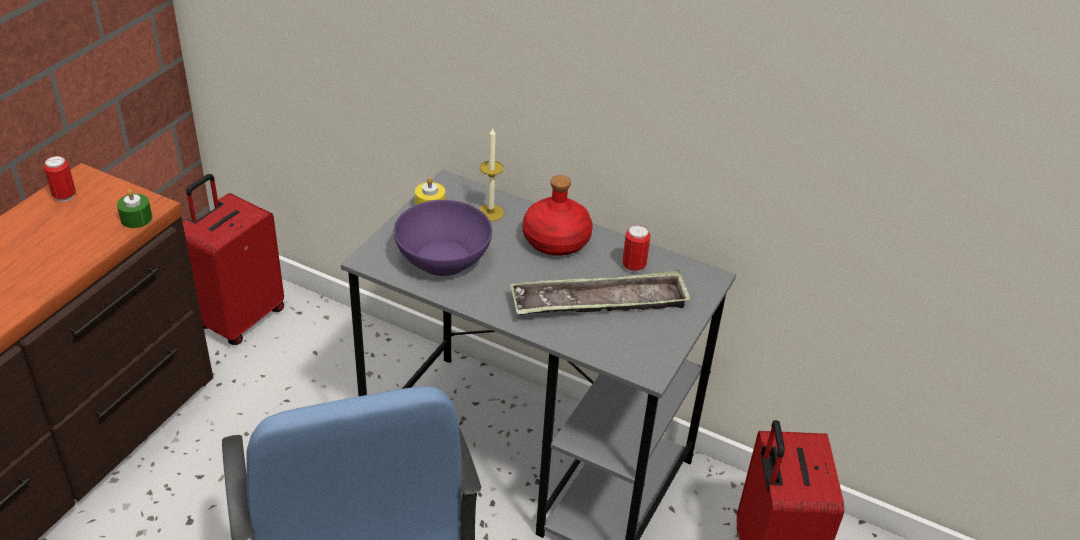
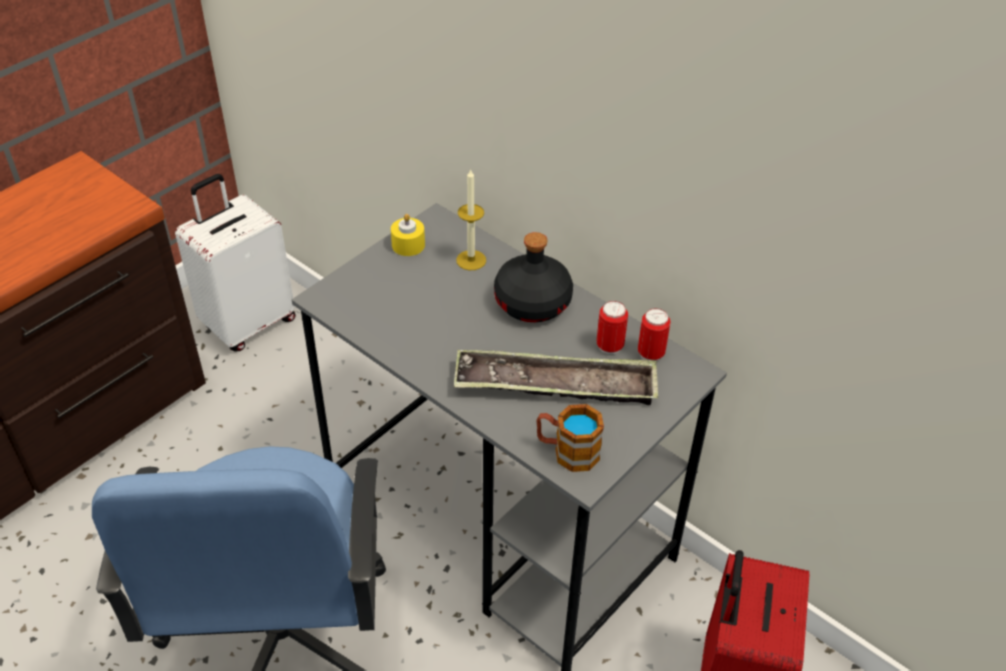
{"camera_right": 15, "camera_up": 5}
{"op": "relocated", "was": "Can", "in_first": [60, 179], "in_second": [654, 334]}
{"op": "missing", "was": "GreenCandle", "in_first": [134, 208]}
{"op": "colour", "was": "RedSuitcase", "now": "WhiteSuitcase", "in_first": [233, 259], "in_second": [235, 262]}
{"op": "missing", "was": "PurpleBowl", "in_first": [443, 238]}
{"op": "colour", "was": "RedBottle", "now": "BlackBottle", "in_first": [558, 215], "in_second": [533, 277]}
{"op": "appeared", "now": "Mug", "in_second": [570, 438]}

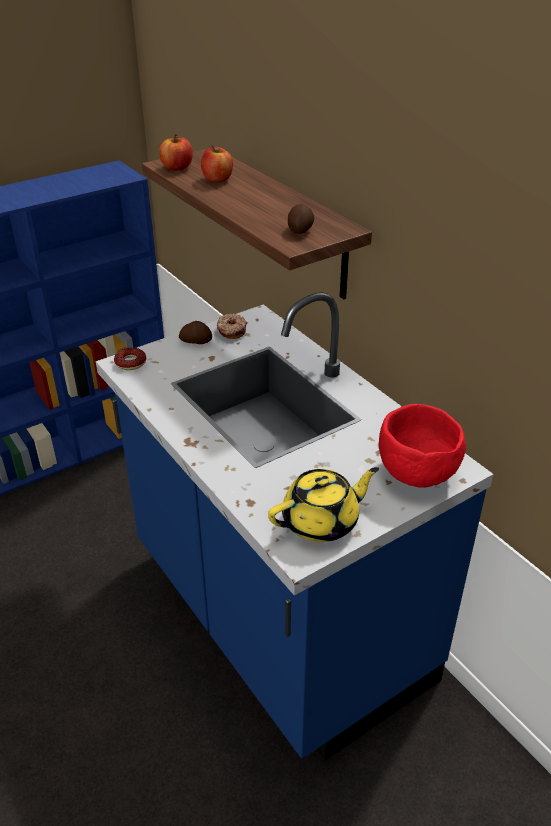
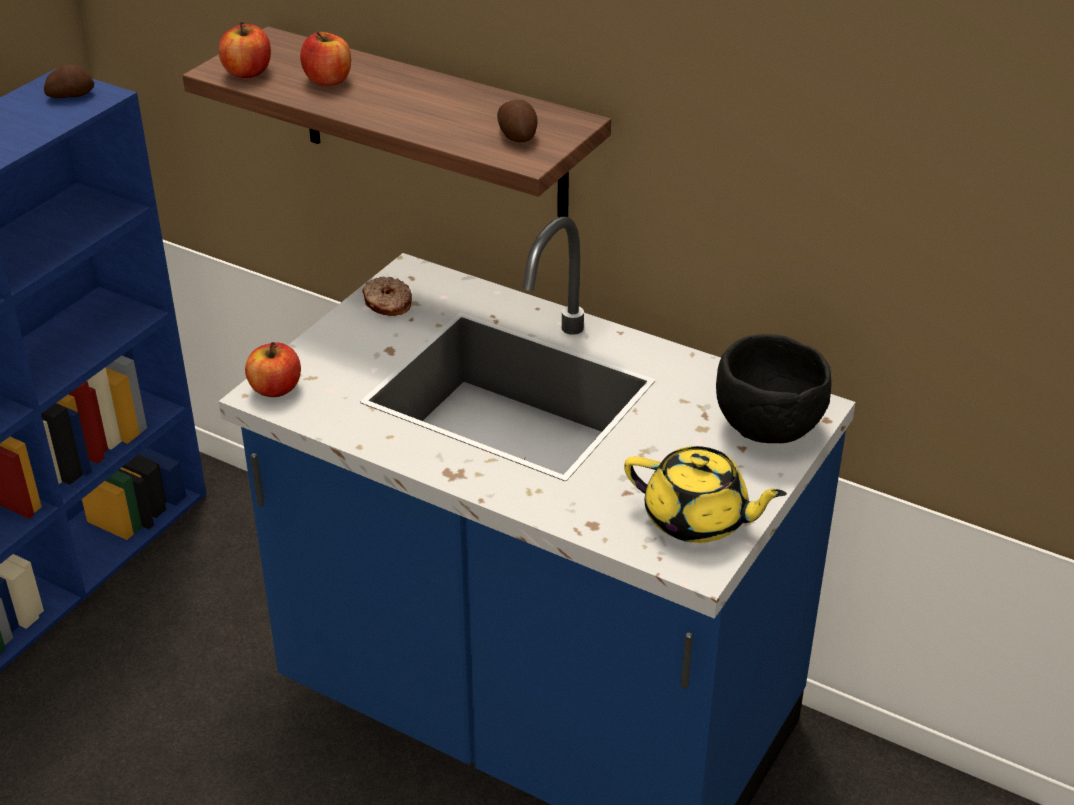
{"camera_right": -25, "camera_up": 0}
{"op": "exchanged", "was": "Donut", "now": "Apple", "in_first": [130, 359], "in_second": [273, 369]}
{"op": "relocated", "was": "Potato", "in_first": [195, 332], "in_second": [69, 81]}
{"op": "spun", "was": "YellowTeapot", "in_first": [323, 504], "in_second": [705, 494], "clockwise": 75}
{"op": "colour", "was": "RedBowl", "now": "BlackBowl", "in_first": [422, 446], "in_second": [774, 388]}

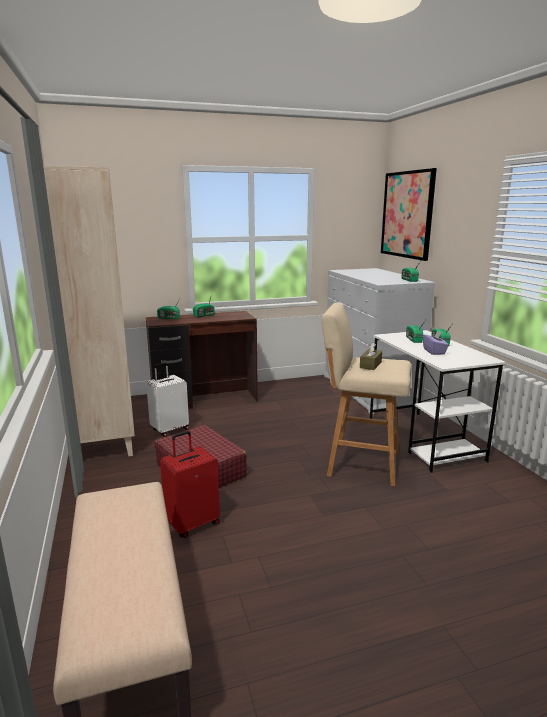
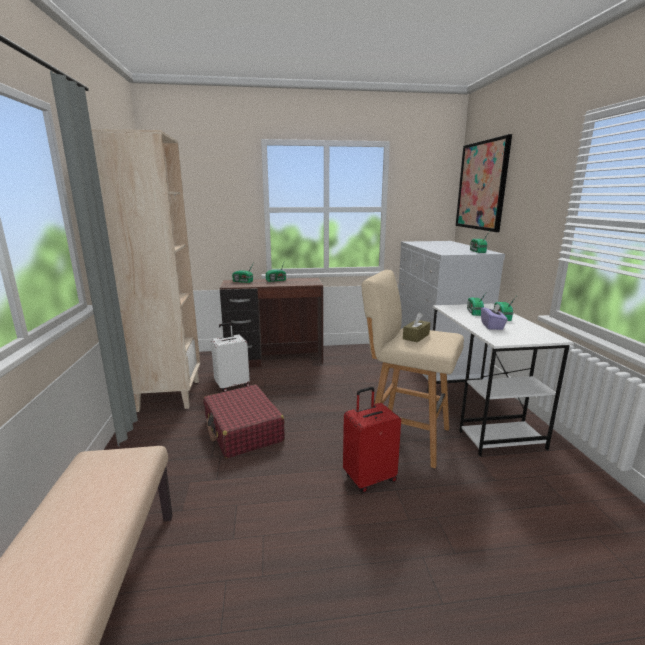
{"camera_right": 10, "camera_up": 0}
{"op": "relocated", "was": "RedSuitcase", "in_first": [190, 484], "in_second": [372, 439]}

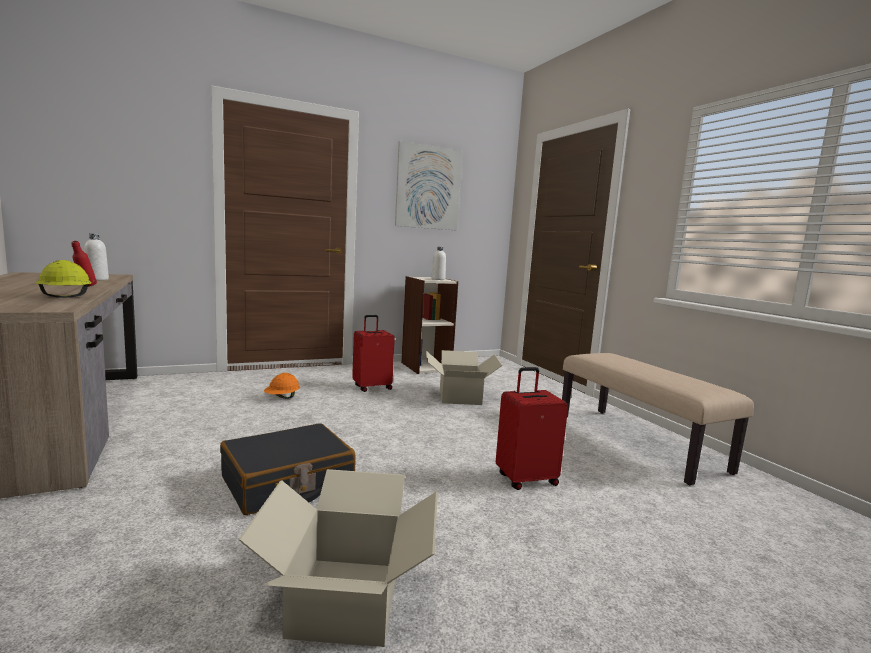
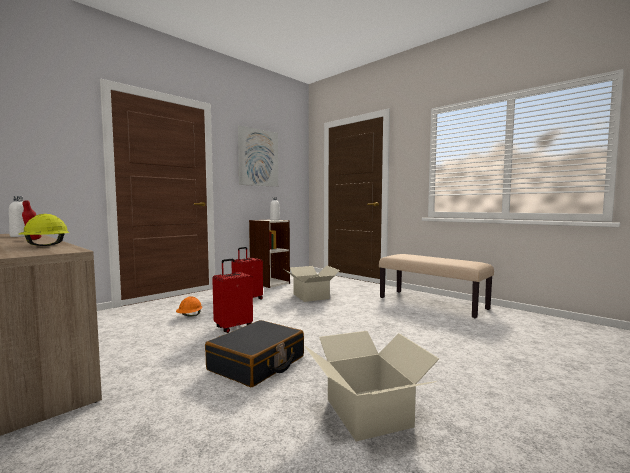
{"camera_right": -20, "camera_up": -5}
{"op": "relocated", "was": "RedSuitcase", "in_first": [532, 428], "in_second": [232, 296]}

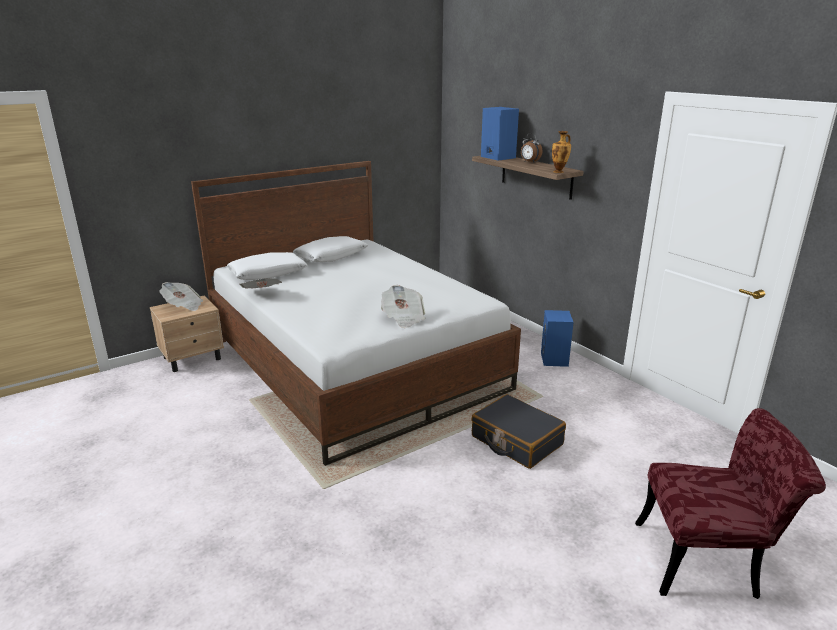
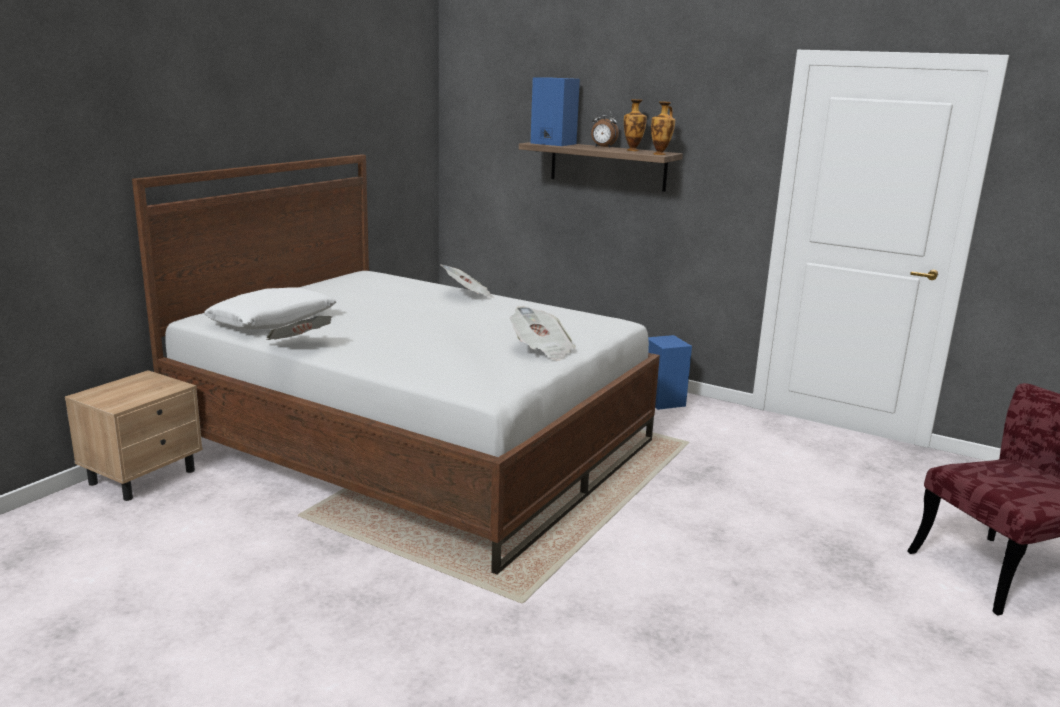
{"camera_right": -25, "camera_up": -5}
{"op": "relocated", "was": "Newspaper", "in_first": [181, 296], "in_second": [467, 281]}
{"op": "missing", "was": "WhitePillow", "in_first": [330, 249]}
{"op": "missing", "was": "BlackSuitcase", "in_first": [518, 431]}
{"op": "appeared", "now": "Vase", "in_second": [635, 125]}

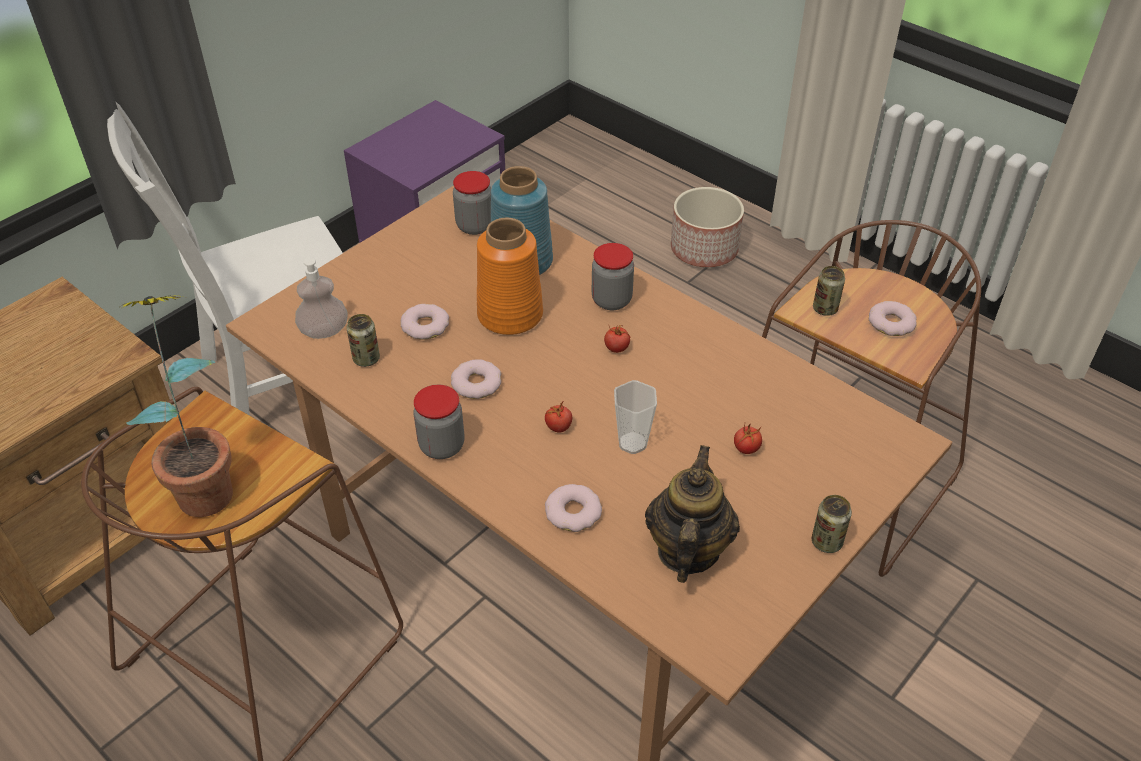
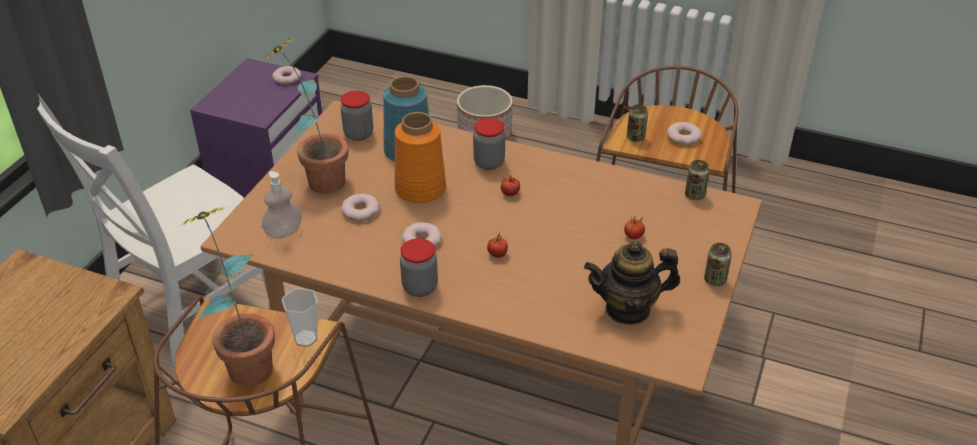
{"camera_right": -20, "camera_up": -5}
{"op": "relocated", "was": "Can", "in_first": [363, 340], "in_second": [697, 180]}
{"op": "relocated", "was": "Donut", "in_first": [573, 508], "in_second": [286, 75]}
{"op": "relocated", "was": "Cup", "in_first": [635, 417], "in_second": [300, 317]}
{"op": "spun", "was": "Teapot", "in_first": [692, 514], "in_second": [632, 283], "clockwise": -90}
{"op": "appeared", "now": "PottedPlant", "in_second": [303, 116]}

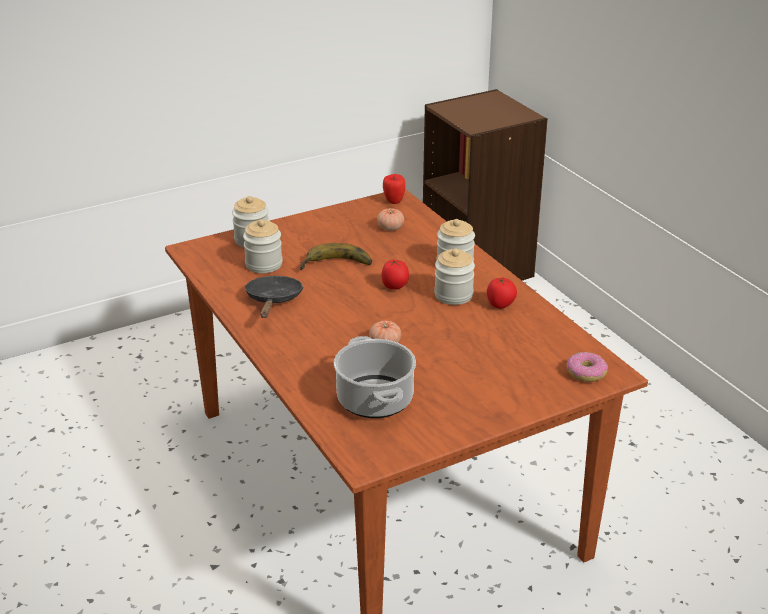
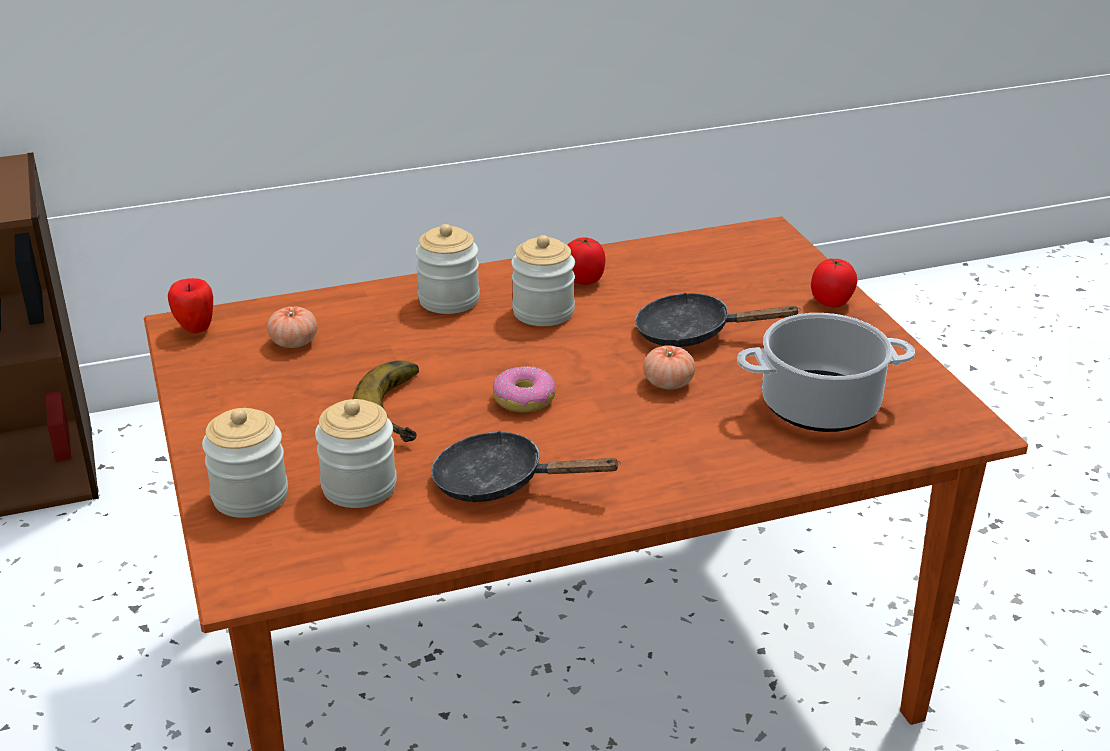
{"camera_right": -80, "camera_up": 0}
{"op": "relocated", "was": "Tomato", "in_first": [395, 274], "in_second": [834, 283]}
{"op": "relocated", "was": "Donut", "in_first": [587, 367], "in_second": [524, 389]}
{"op": "appeared", "now": "BlackFryingPan", "in_second": [718, 320]}

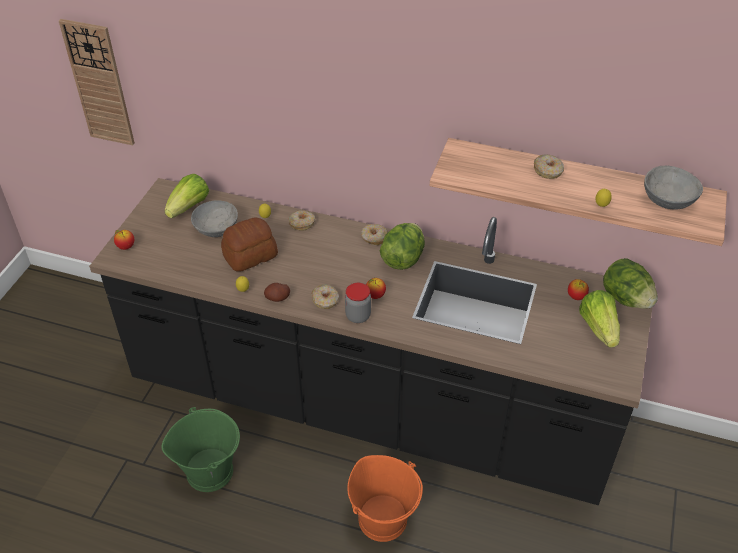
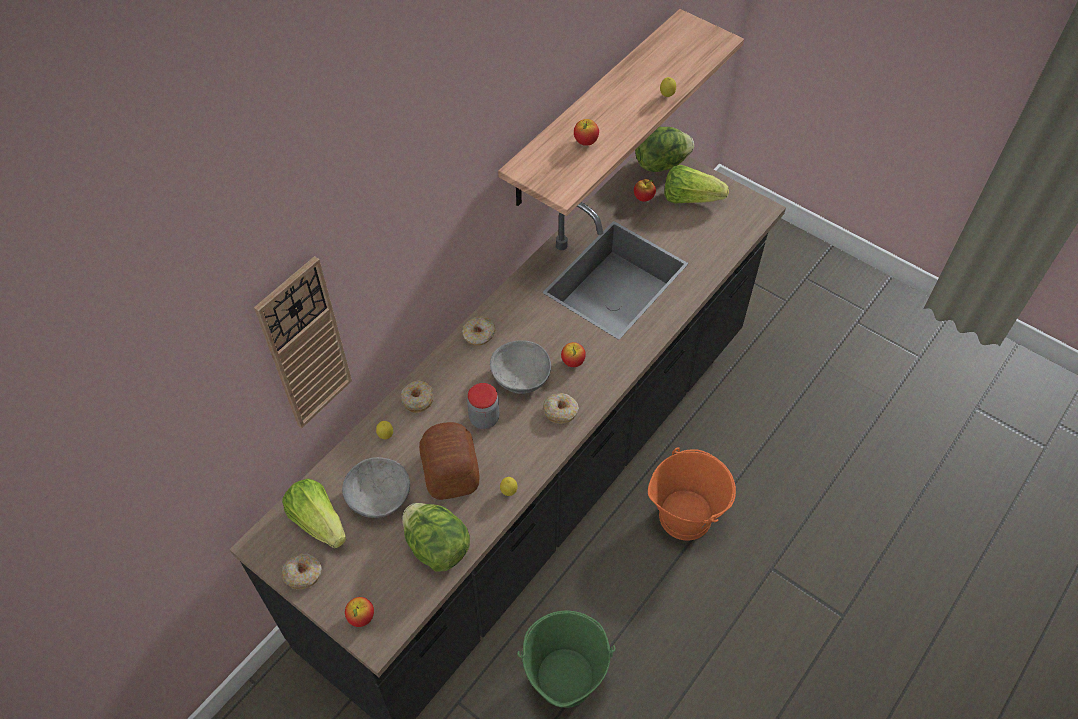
{"camera_right": -70, "camera_up": 10}
{"op": "relocated", "was": "WallClock", "in_first": [97, 82], "in_second": [303, 342]}
{"op": "missing", "was": "Potato", "in_first": [277, 292]}
{"op": "relocated", "was": "Jar", "in_first": [358, 303], "in_second": [483, 406]}
{"op": "relocated", "was": "Lettuce", "in_first": [402, 246], "in_second": [436, 537]}
{"op": "relocated", "was": "Donut", "in_first": [549, 166], "in_second": [302, 571]}
{"op": "relocated", "was": "GreyBowl", "in_first": [673, 188], "in_second": [520, 367]}
{"op": "appeared", "now": "Apple", "in_second": [586, 132]}

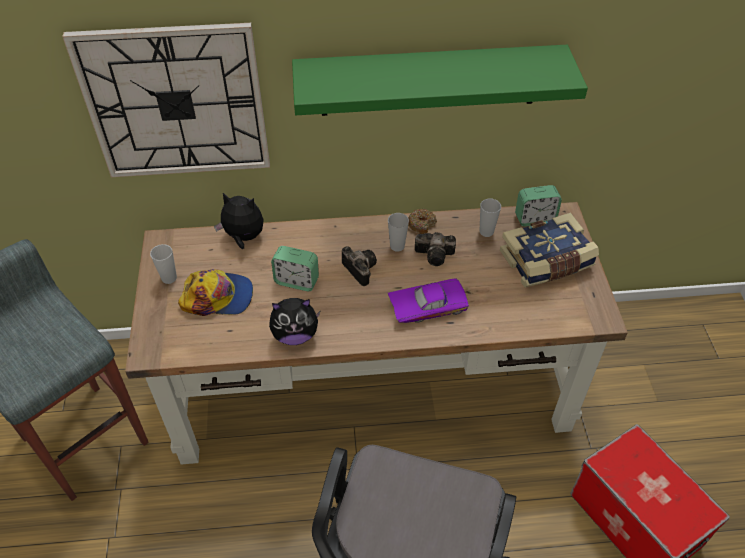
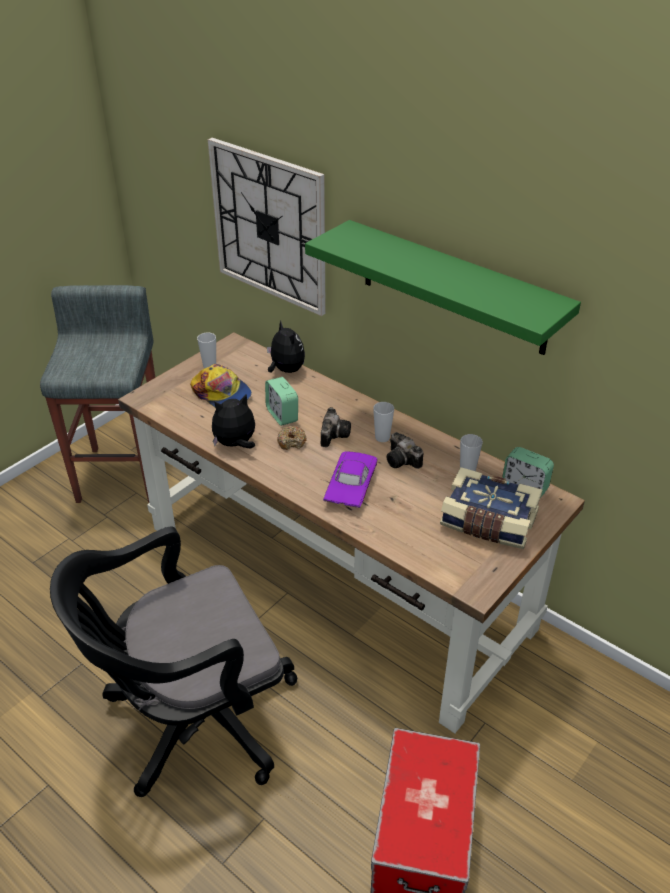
{"camera_right": 45, "camera_up": -10}
{"op": "spun", "was": "PlushToy", "in_first": [295, 321], "in_second": [233, 421], "clockwise": 120}
{"op": "spun", "was": "PurpleToyCar", "in_first": [428, 301], "in_second": [350, 479], "clockwise": -105}
{"op": "relocated", "was": "Donut", "in_first": [422, 221], "in_second": [292, 438]}

